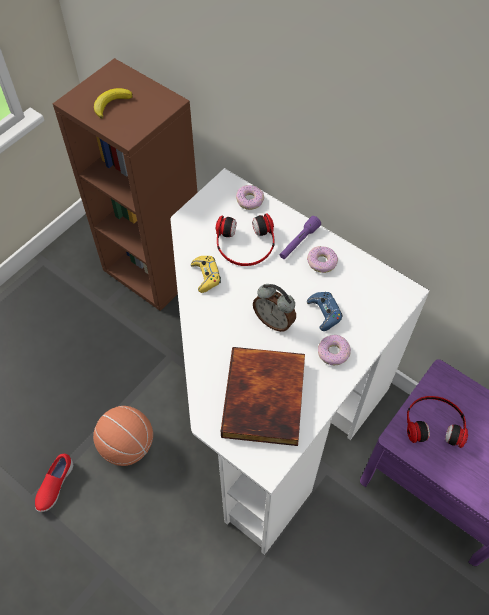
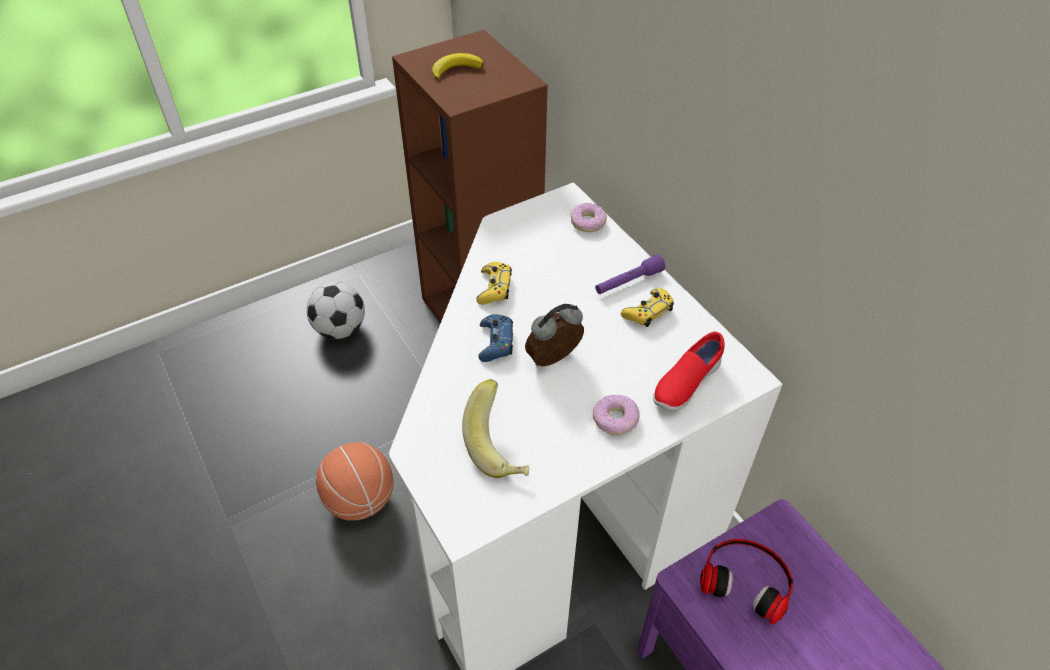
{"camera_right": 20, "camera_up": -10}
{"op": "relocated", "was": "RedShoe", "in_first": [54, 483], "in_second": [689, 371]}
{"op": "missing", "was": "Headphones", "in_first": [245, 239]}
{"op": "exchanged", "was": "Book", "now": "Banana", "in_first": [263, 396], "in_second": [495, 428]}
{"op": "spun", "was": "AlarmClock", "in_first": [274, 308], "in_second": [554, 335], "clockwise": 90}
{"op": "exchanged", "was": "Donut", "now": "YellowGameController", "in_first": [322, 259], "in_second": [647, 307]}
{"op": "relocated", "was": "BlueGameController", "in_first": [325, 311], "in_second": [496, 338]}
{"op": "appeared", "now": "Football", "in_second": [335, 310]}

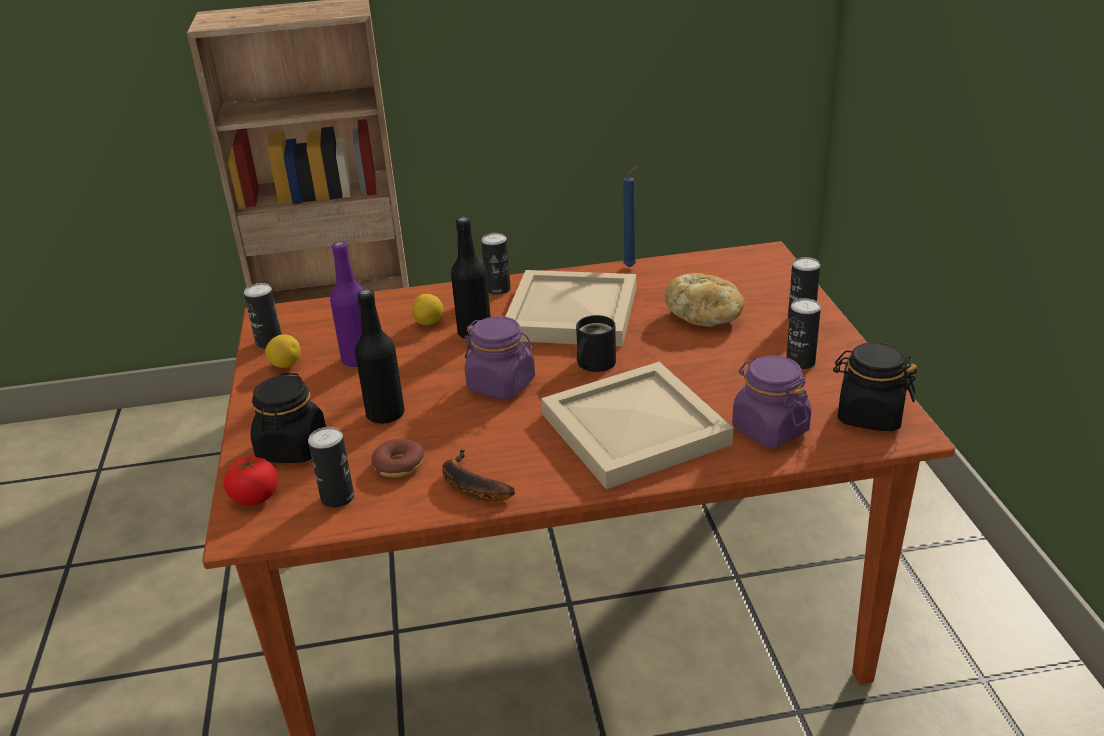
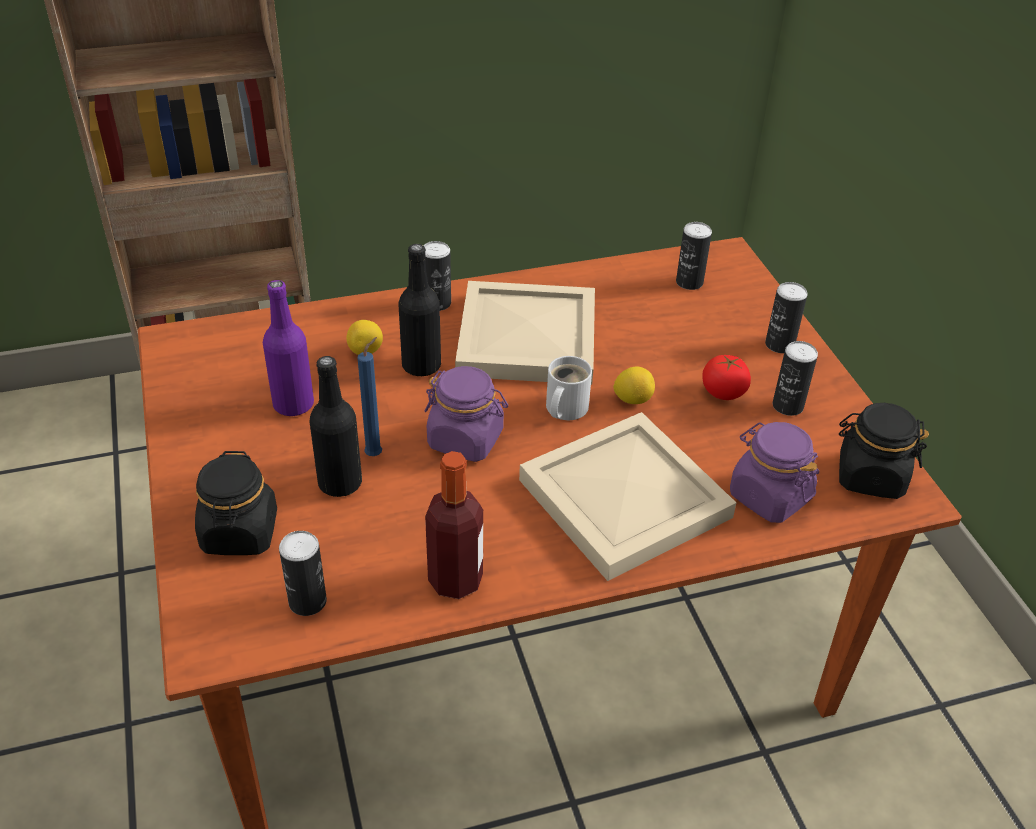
{"camera_right": -10, "camera_up": 10}
{"op": "relocated", "was": "Tomato", "in_first": [250, 481], "in_second": [726, 377]}
{"op": "relocated", "was": "Can", "in_first": [263, 316], "in_second": [694, 256]}
{"op": "relocated", "was": "Lemon", "in_first": [283, 351], "in_second": [634, 385]}
{"op": "missing", "was": "Donut", "in_first": [397, 458]}
{"op": "exchanged", "was": "Banana", "now": "Bottle", "in_first": [478, 475], "in_second": [454, 525]}
{"op": "colour", "was": "BlackMug", "now": "WhiteMug", "in_first": [596, 343], "in_second": [569, 388]}
{"op": "relocated", "was": "BlueCandle", "in_first": [630, 216], "in_second": [370, 396]}
{"op": "missing", "was": "Bread", "in_first": [704, 300]}

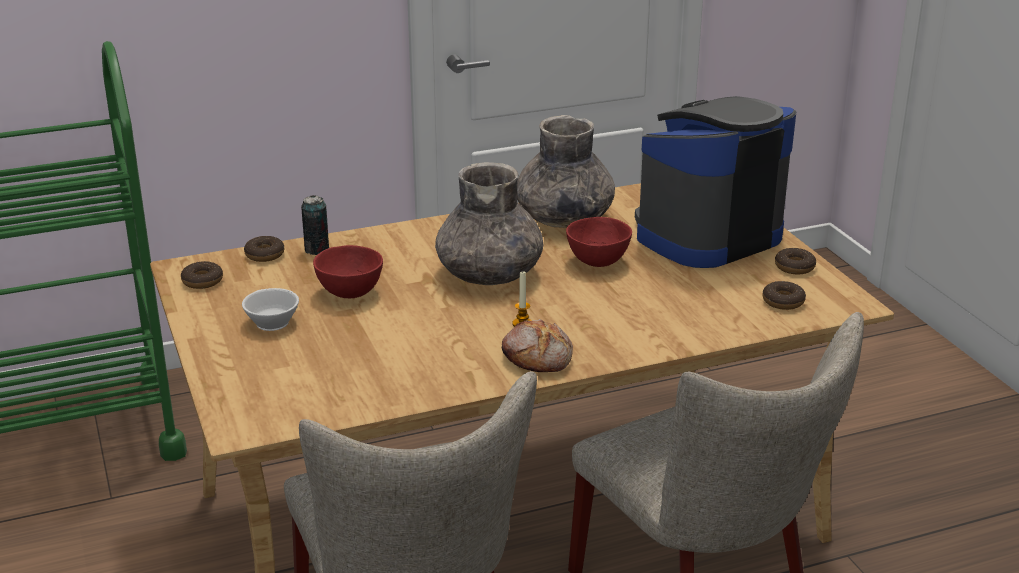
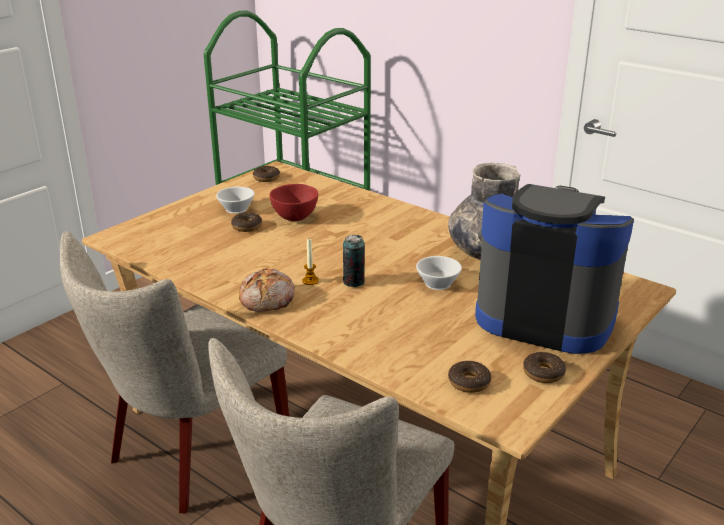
{"camera_right": 60, "camera_up": 0}
{"op": "relocated", "was": "Donut", "in_first": [264, 249], "in_second": [246, 222]}
{"op": "relocated", "was": "Can", "in_first": [315, 225], "in_second": [354, 261]}
{"op": "missing", "was": "GreyVase", "in_first": [489, 223]}
{"op": "exchanged", "was": "RedBowl", "now": "WhiteCup", "in_first": [599, 242], "in_second": [439, 273]}

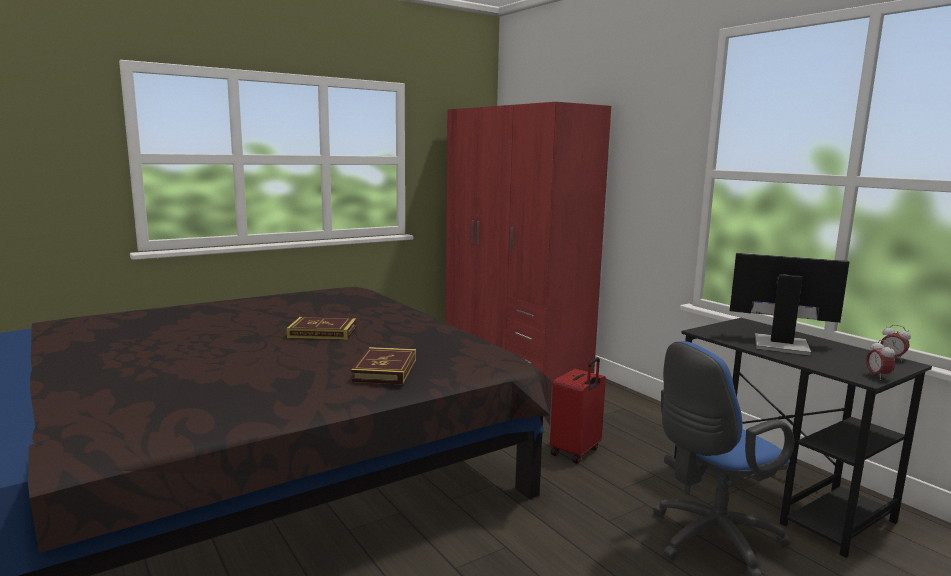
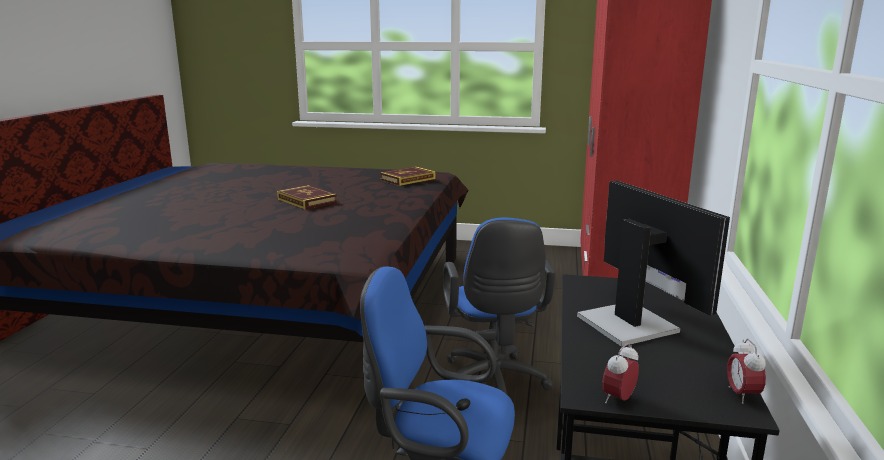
{"camera_right": 45, "camera_up": 5}
{"op": "relocated", "was": "Book", "in_first": [383, 366], "in_second": [408, 176]}
{"op": "exchanged", "was": "RedSuitcase", "now": "BlueOfficeChair", "in_first": [578, 410], "in_second": [499, 306]}

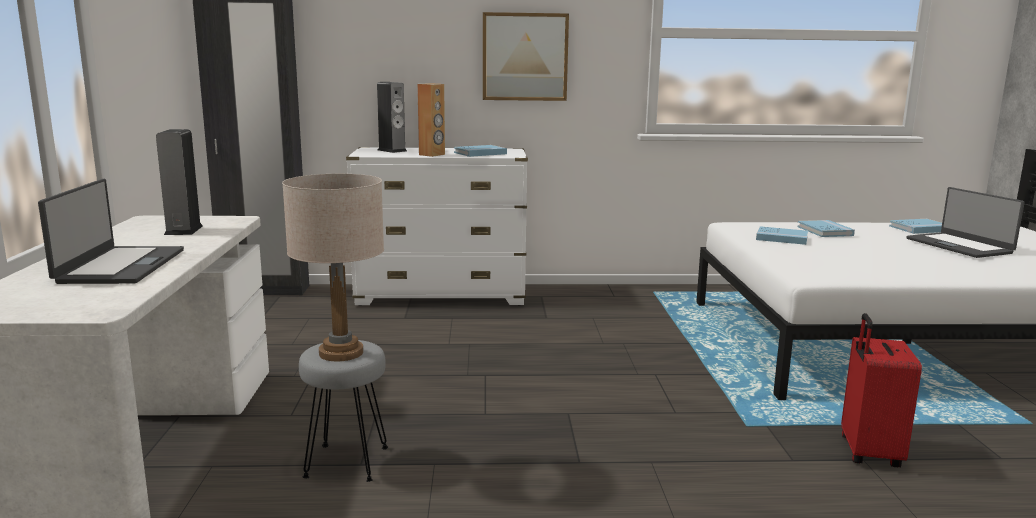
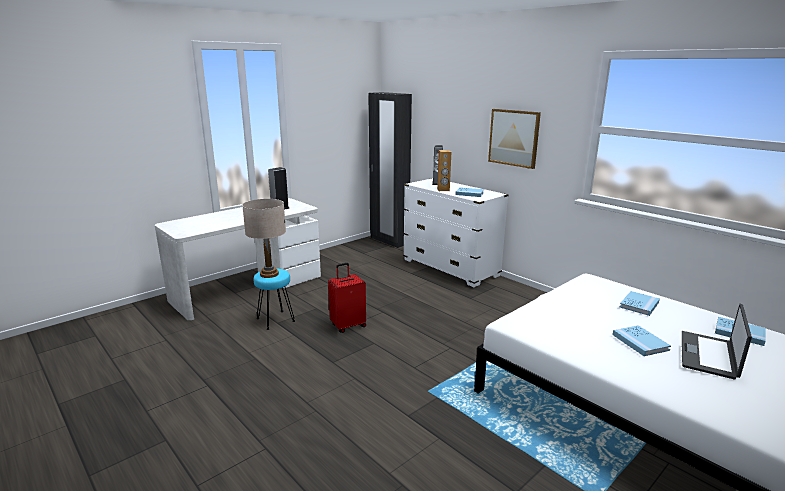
{"camera_right": 50, "camera_up": 5}
{"op": "missing", "was": "Laptop", "in_first": [111, 231]}
{"op": "colour", "was": "GreyStool", "now": "TurquoiseStool", "in_first": [343, 411], "in_second": [274, 299]}
{"op": "relocated", "was": "BlueBook", "in_first": [782, 235], "in_second": [642, 340]}
{"op": "relocated", "was": "RedSuitcase", "in_first": [881, 390], "in_second": [347, 298]}

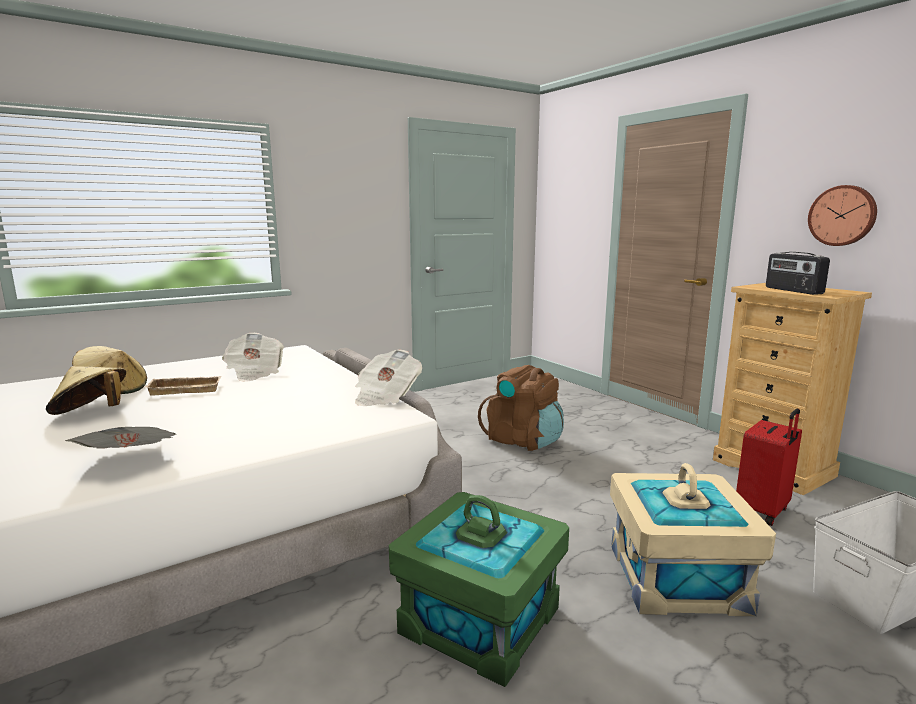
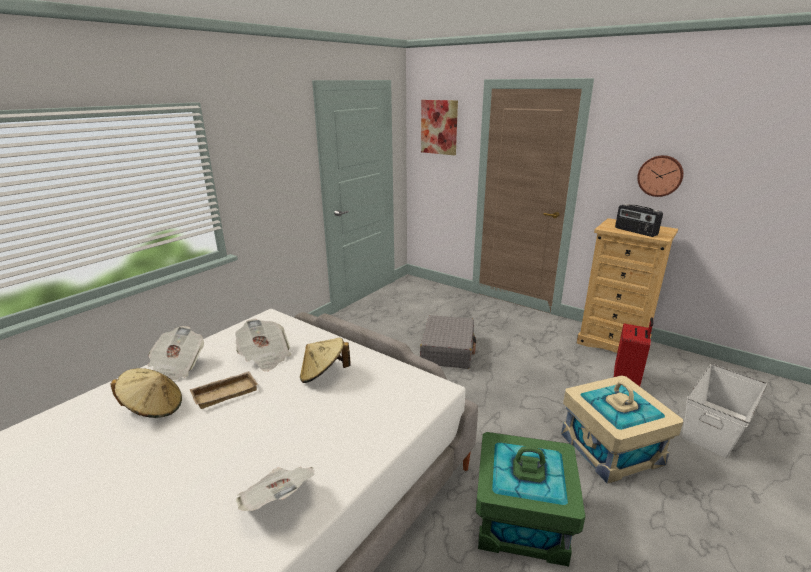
{"camera_right": -20, "camera_up": 10}
{"op": "relocated", "was": "BeigeHat", "in_first": [86, 390], "in_second": [325, 360]}
{"op": "relocated", "was": "Newspaper", "in_first": [388, 378], "in_second": [176, 353]}
{"op": "exchanged", "was": "BrownBackpack", "now": "GreySuitcase", "in_first": [521, 408], "in_second": [448, 342]}
{"op": "appeared", "now": "Picture", "in_second": [439, 127]}

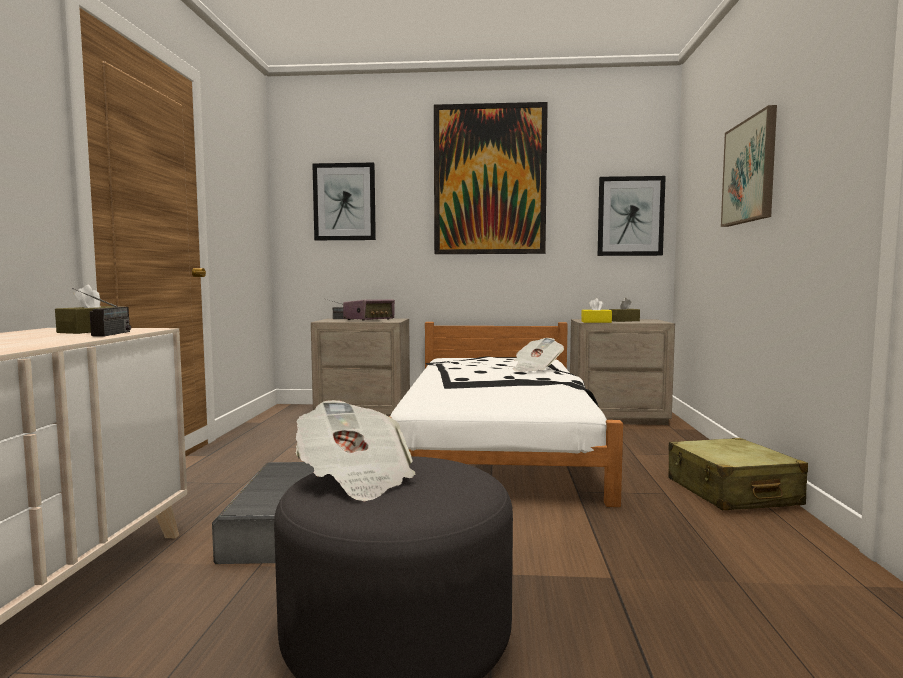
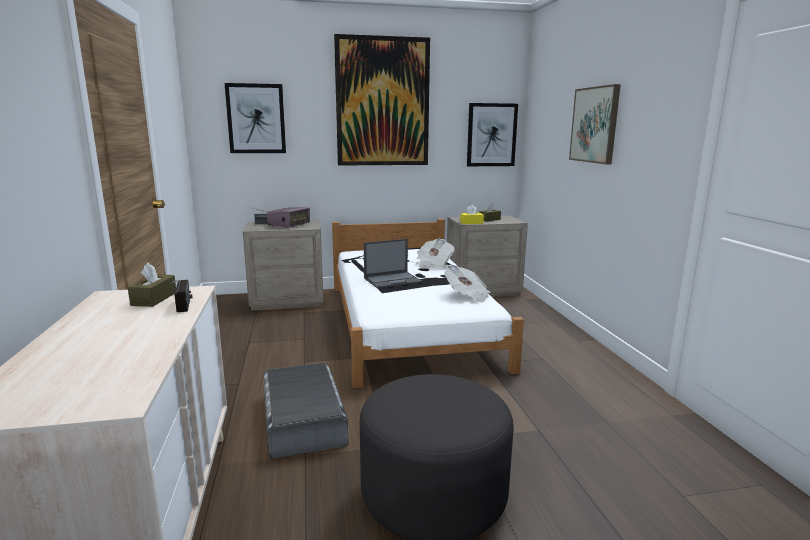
{"camera_right": -15, "camera_up": 10}
{"op": "relocated", "was": "Newspaper", "in_first": [355, 450], "in_second": [467, 284]}
{"op": "missing", "was": "BeigeSuitcase", "in_first": [738, 474]}
{"op": "appeared", "now": "Laptop", "in_second": [393, 263]}

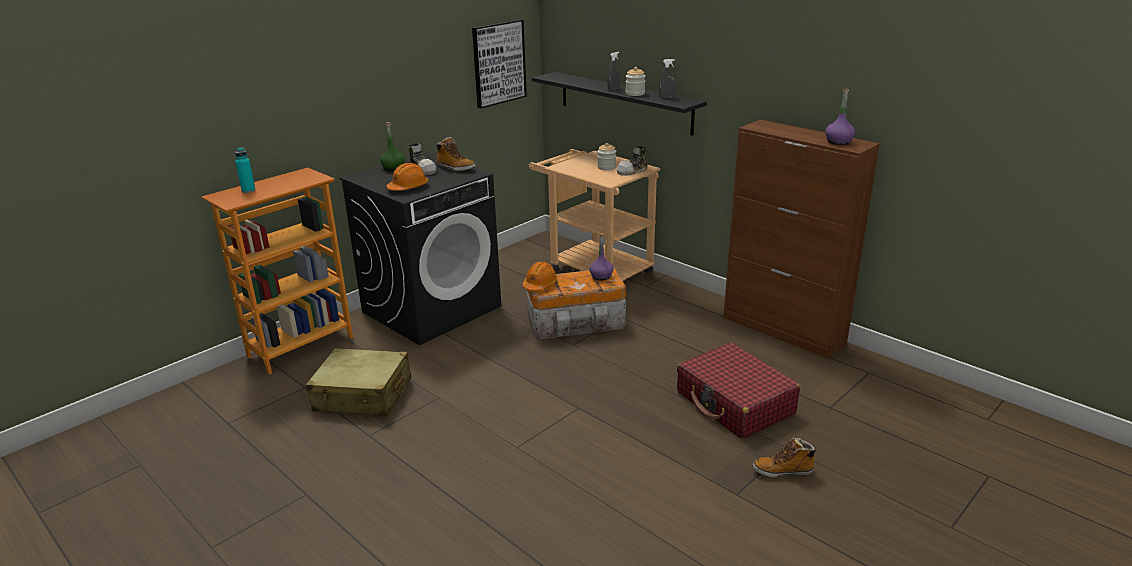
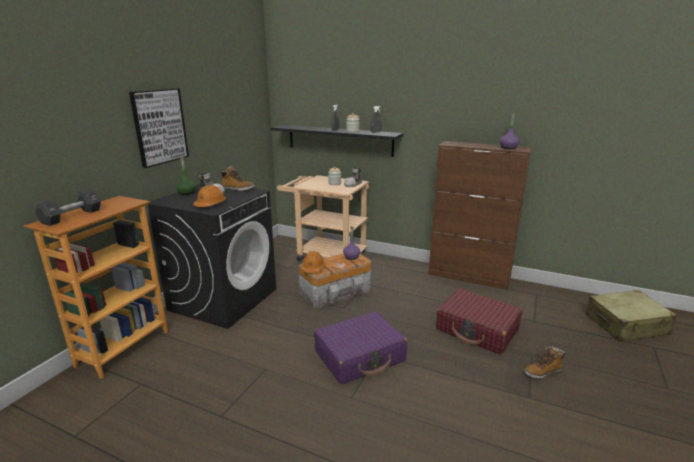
{"camera_right": -20, "camera_up": -5}
{"op": "exchanged", "was": "TurquoiseBottle", "now": "BlackDumbbell", "in_first": [245, 170], "in_second": [68, 208]}
{"op": "relocated", "was": "BeigeSuitcase", "in_first": [359, 382], "in_second": [631, 316]}
{"op": "relocated", "was": "Picture", "in_first": [499, 63], "in_second": [159, 128]}
{"op": "appeared", "now": "PurpleSuitcase", "in_second": [360, 347]}

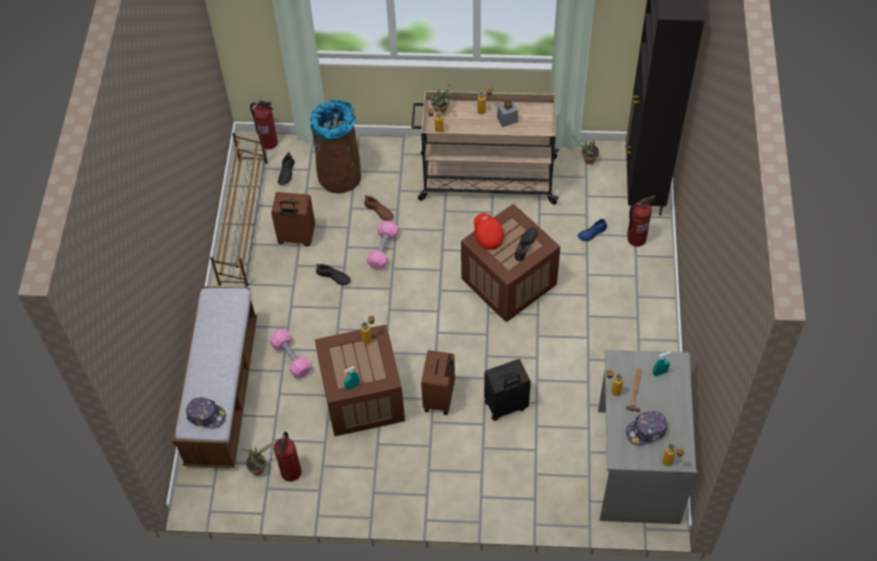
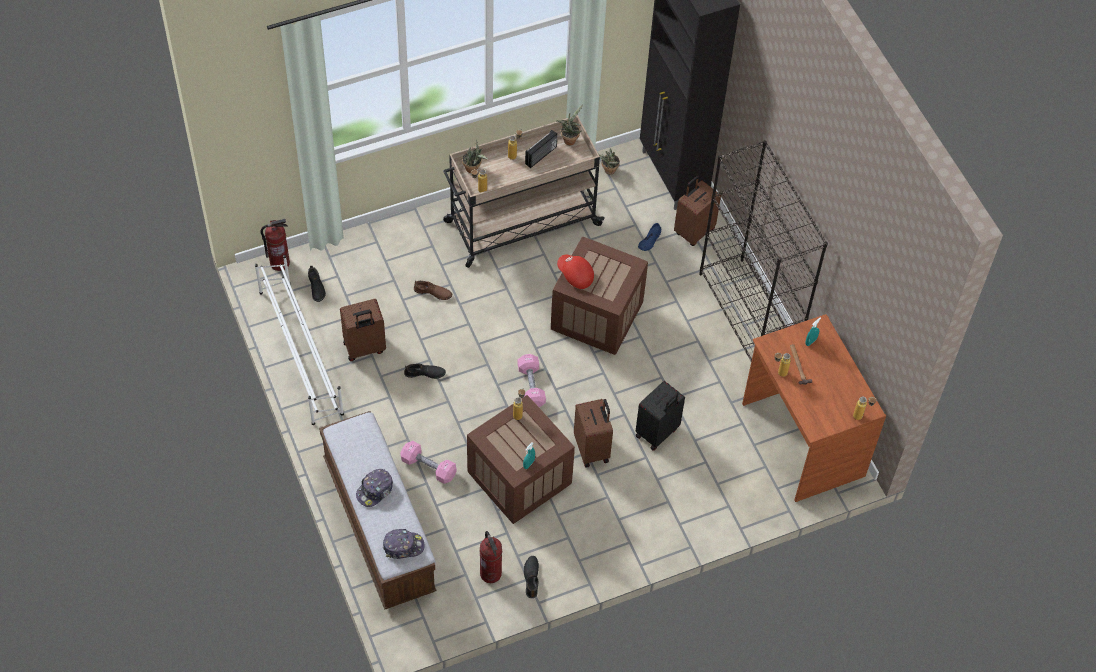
{"camera_right": -30, "camera_up": 0}
{"op": "colour", "was": "BrownShoeRack", "now": "WhiteShoeRack", "in_first": [239, 210], "in_second": [299, 340]}
{"op": "relocated", "was": "PottedPlant", "in_first": [258, 459], "in_second": [570, 124]}
{"op": "missing", "was": "BrownTrashCan", "in_first": [335, 147]}
{"op": "relocated", "was": "PinkDumbbell", "in_first": [383, 245], "in_second": [531, 380]}
{"op": "exchanged", "was": "GreyJar", "now": "Radio", "in_first": [507, 113], "in_second": [541, 149]}
{"op": "relocated", "was": "BlackShoe", "in_first": [525, 244], "in_second": [531, 577]}
{"op": "colour", "was": "GreyDesk", "now": "BrownDesk", "in_first": [647, 437], "in_second": [814, 408]}
{"op": "relocated", "was": "Cap", "in_first": [646, 428], "in_second": [374, 488]}
{"op": "exchanged", "was": "FireExtinguisher", "now": "BrownSuitcase", "in_first": [641, 221], "in_second": [697, 211]}
{"op": "appeared", "now": "BlackBookcase", "in_second": [763, 250]}

